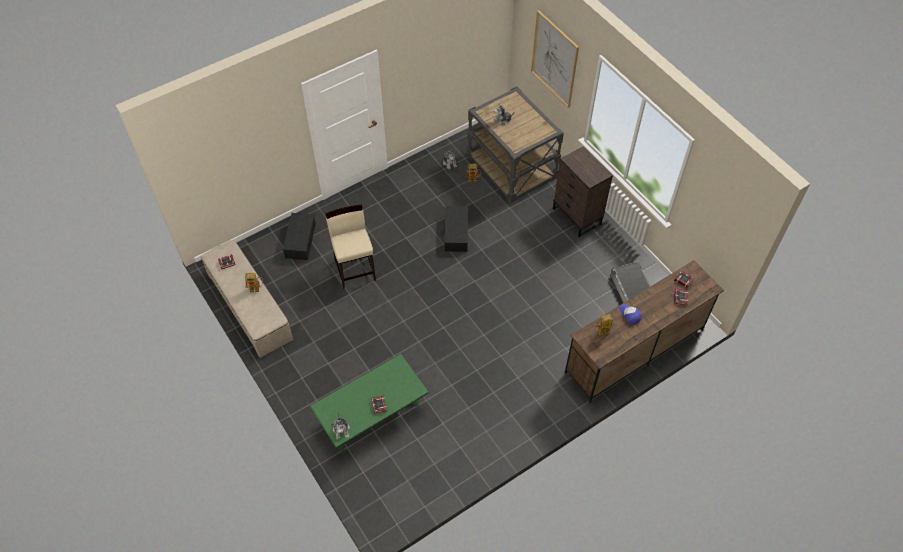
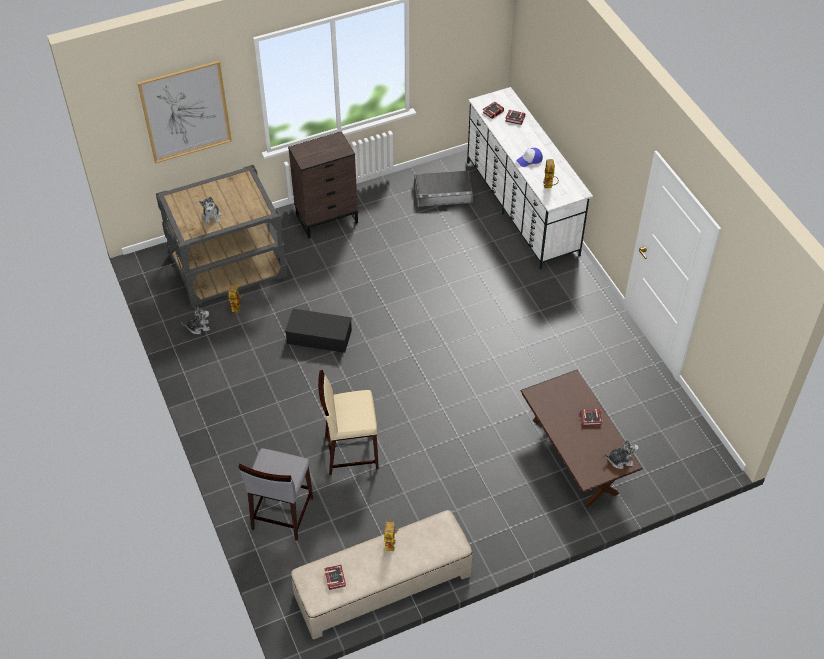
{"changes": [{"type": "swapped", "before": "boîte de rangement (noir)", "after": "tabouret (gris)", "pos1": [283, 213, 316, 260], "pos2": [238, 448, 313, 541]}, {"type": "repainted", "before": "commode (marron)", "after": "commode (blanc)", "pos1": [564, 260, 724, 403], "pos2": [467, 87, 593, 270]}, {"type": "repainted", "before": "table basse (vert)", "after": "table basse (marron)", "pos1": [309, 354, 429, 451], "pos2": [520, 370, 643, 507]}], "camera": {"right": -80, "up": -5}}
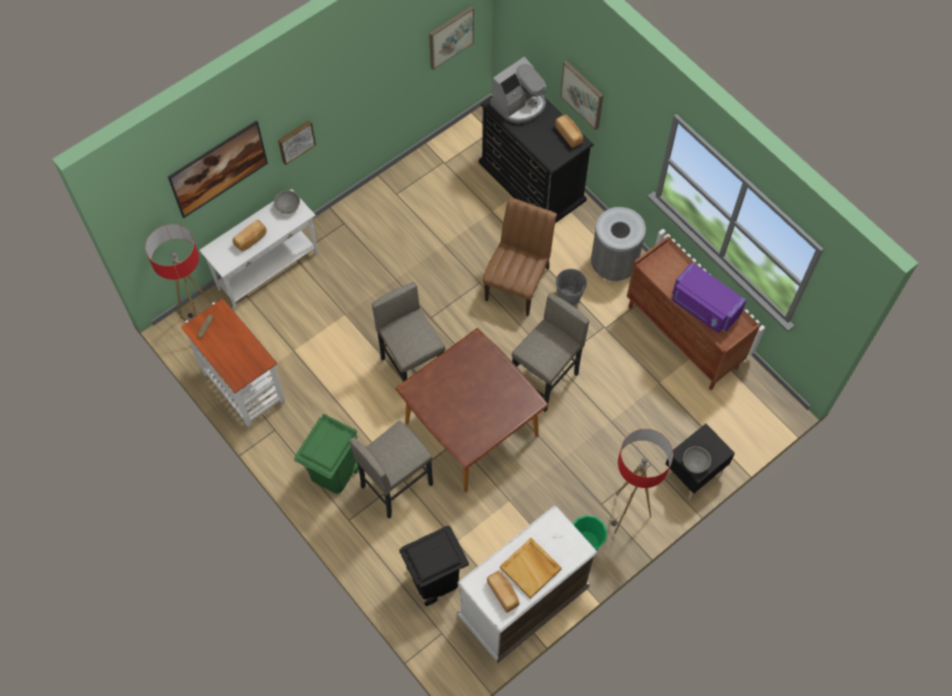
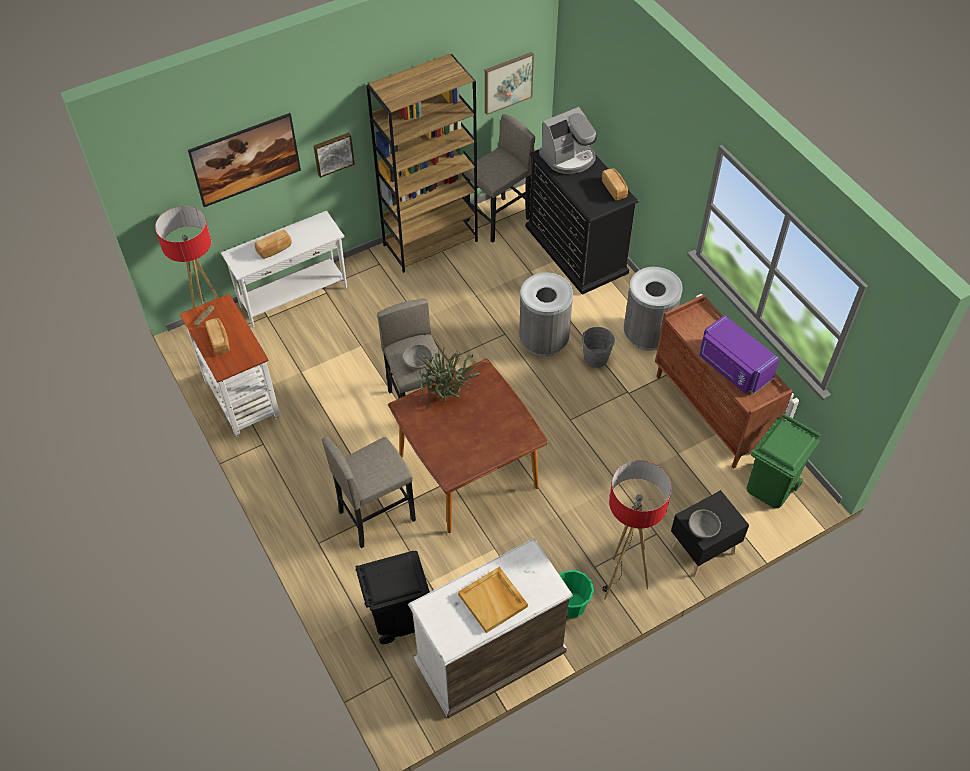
{"changes": [{"type": "gone", "before": "tableau", "pos1": [560, 61, 603, 130]}, {"type": "shifted", "before": "bol (gris)", "pos1": [274, 190, 300, 214], "pos2": [403, 344, 432, 370]}, {"type": "swapped", "before": "chaise (marron)", "after": "poubelle (gris)", "pos1": [483, 197, 557, 316], "pos2": [519, 272, 573, 357]}, {"type": "shifted", "before": "tabouret (gris)", "pos1": [512, 293, 589, 412], "pos2": [464, 114, 535, 243]}, {"type": "shifted", "before": "poubelle (vert)", "pos1": [294, 414, 359, 494], "pos2": [747, 414, 820, 509]}, {"type": "shifted", "before": "pain", "pos1": [487, 571, 519, 613], "pos2": [205, 318, 230, 355]}, {"type": "new", "after": "bibliothèque (marron)", "pos2": [366, 54, 478, 273]}, {"type": "new", "after": "plante en pot", "pos2": [419, 349, 480, 402]}], "camera": {"right": 10, "up": -10}}
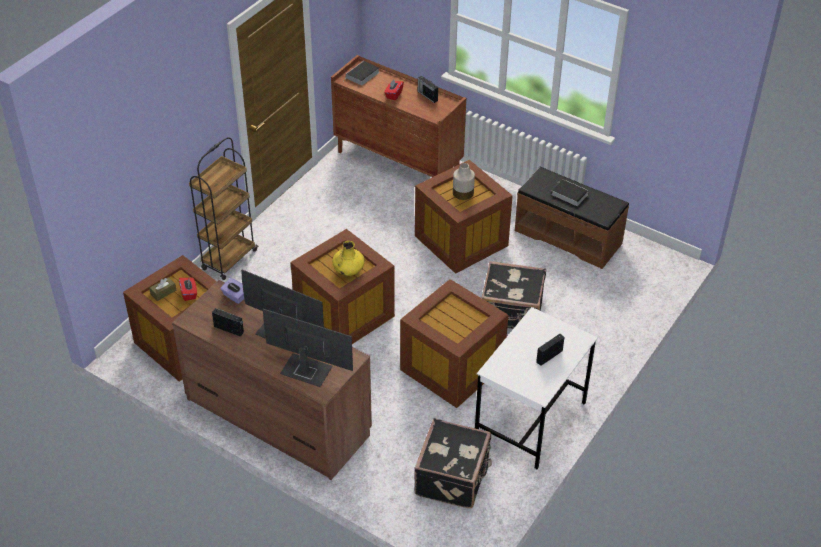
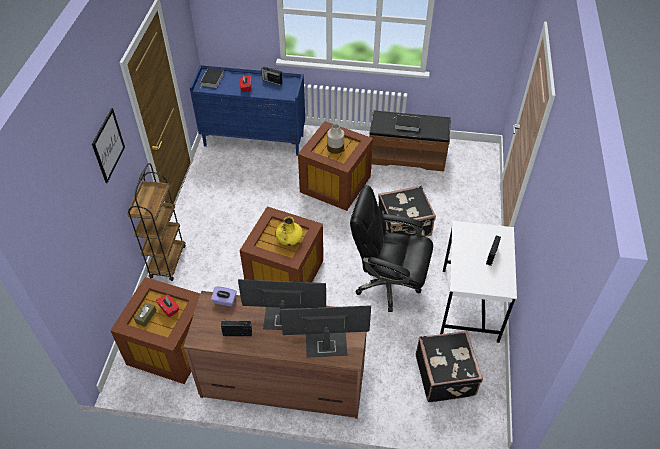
{"changes": [{"type": "repainted", "before": "meuble de rangement (marron)", "after": "meuble de rangement (bleu)", "pos1": [331, 55, 466, 177], "pos2": [190, 65, 305, 156]}, {"type": "swapped", "before": "boîte de rangement (marron)", "after": "chaise de bureau (noir)", "pos1": [400, 279, 508, 408], "pos2": [350, 185, 433, 312]}, {"type": "new", "after": "tableau", "pos2": [92, 108, 125, 183]}], "camera": {"right": -25, "up": 5}}
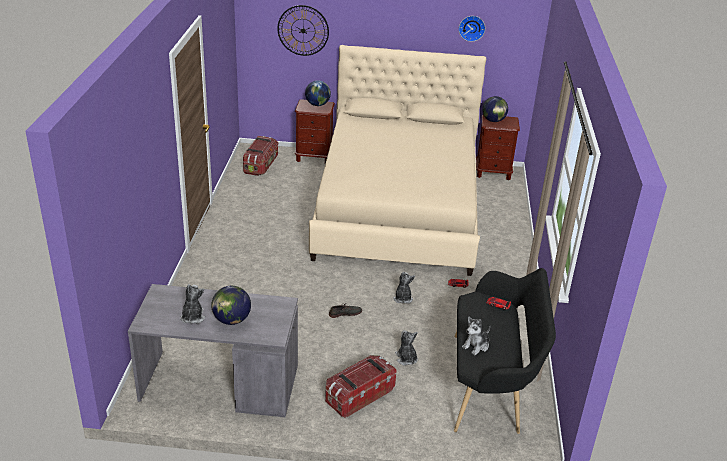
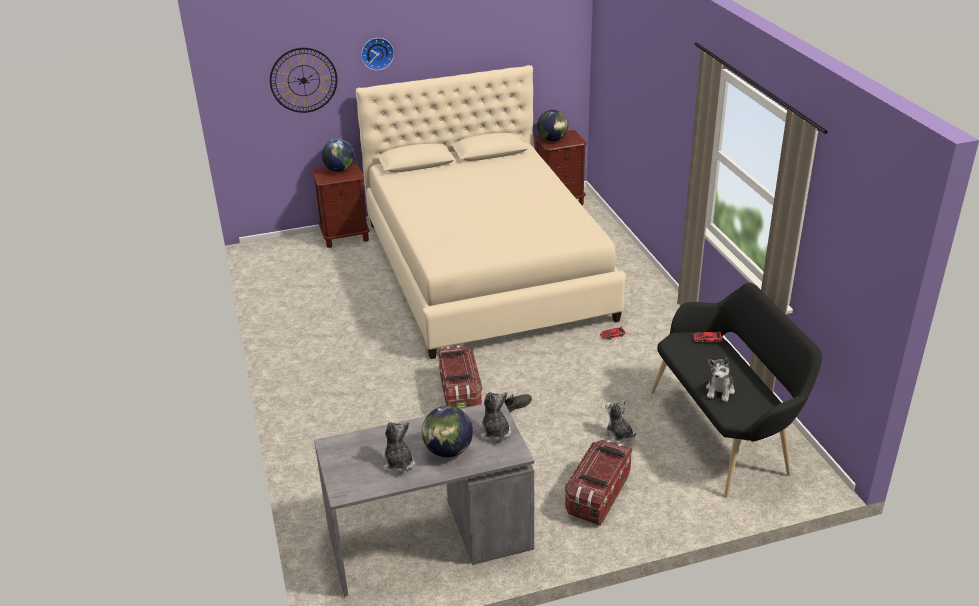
{"changes": [{"type": "shifted", "before": "horloge murale", "pos1": [459, 16, 485, 42], "pos2": [361, 38, 394, 71]}, {"type": "shifted", "before": "boîte de rangement", "pos1": [243, 136, 278, 176], "pos2": [438, 346, 482, 409]}, {"type": "shifted", "before": "peluche", "pos1": [393, 271, 415, 304], "pos2": [479, 391, 511, 442]}], "camera": {"right": -20, "up": 0}}
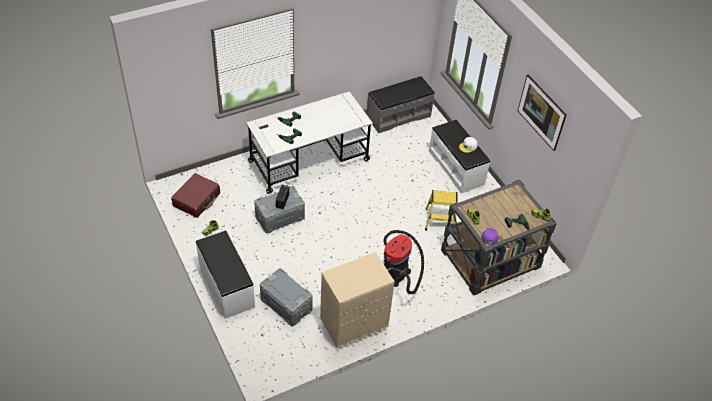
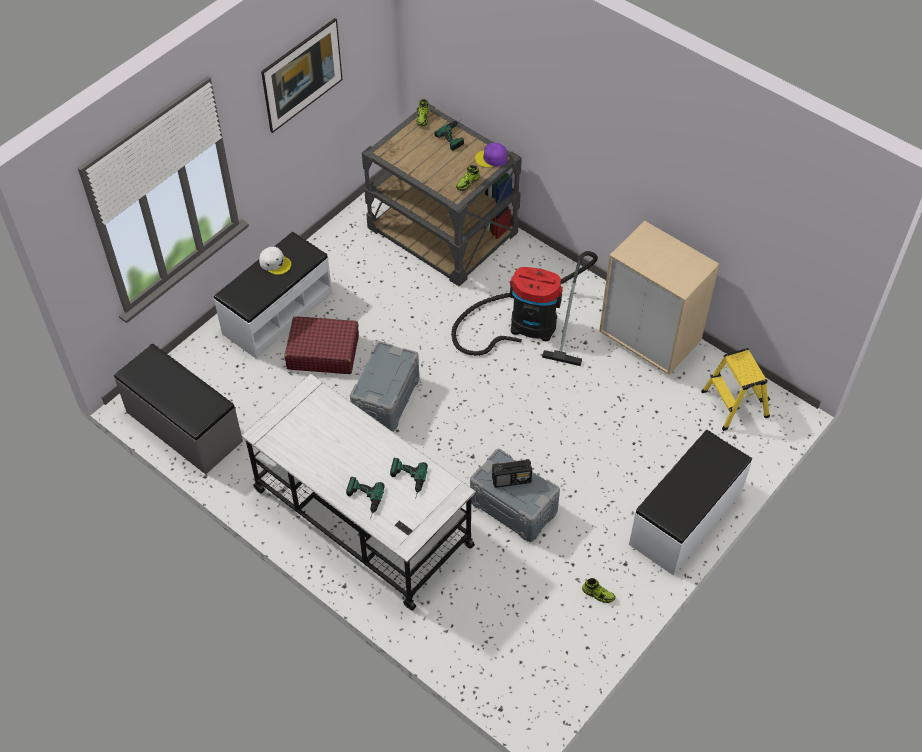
{"changes": [{"type": "shifted", "before": "valise (rouge)", "pos1": [171, 173, 220, 218], "pos2": [284, 316, 359, 374]}, {"type": "shifted", "before": "escabeau (jaune)", "pos1": [425, 190, 458, 231], "pos2": [701, 348, 770, 431]}, {"type": "shifted", "before": "boîte de rangement (gris)", "pos1": [260, 268, 313, 326], "pos2": [350, 341, 419, 432]}], "camera": {"right": -110, "up": 5}}
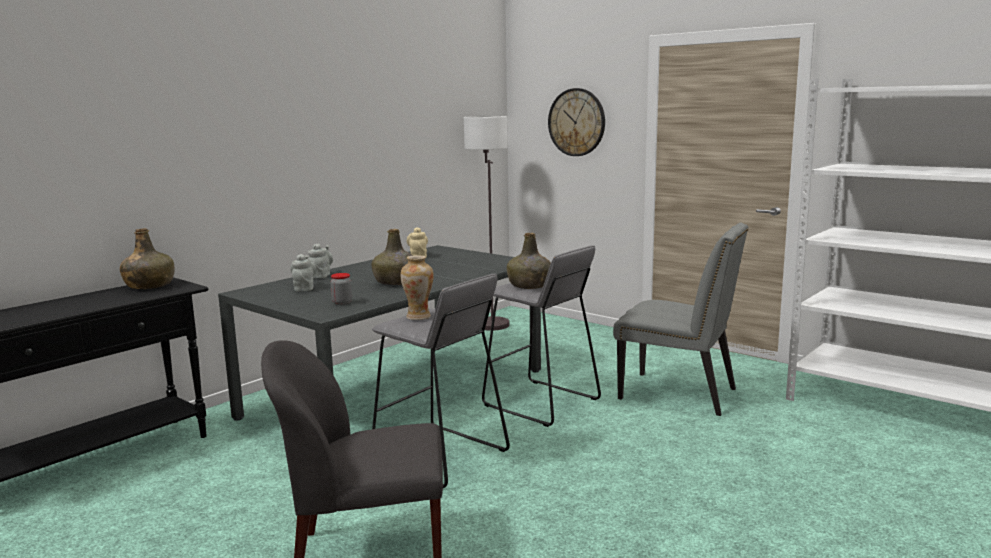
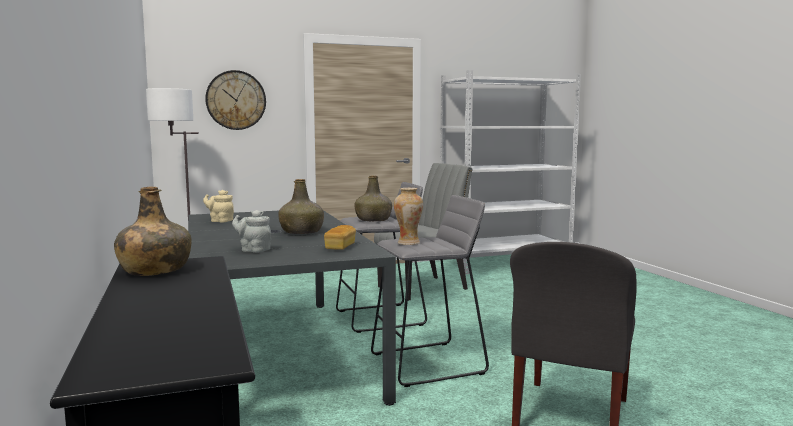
{"changes": [{"type": "gone", "before": "théière (gris)", "pos1": [308, 244, 333, 278]}, {"type": "swapped", "before": "bocal", "after": "pain", "pos1": [330, 273, 352, 305], "pos2": [324, 225, 356, 250]}], "camera": {"right": -60, "up": -5}}
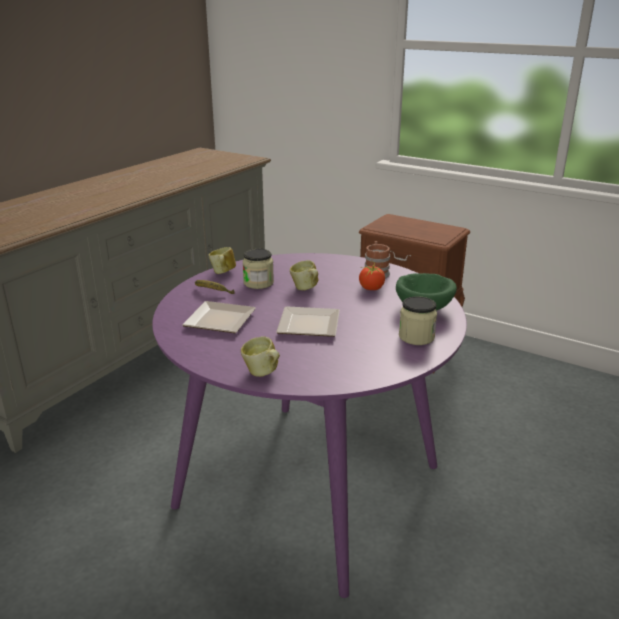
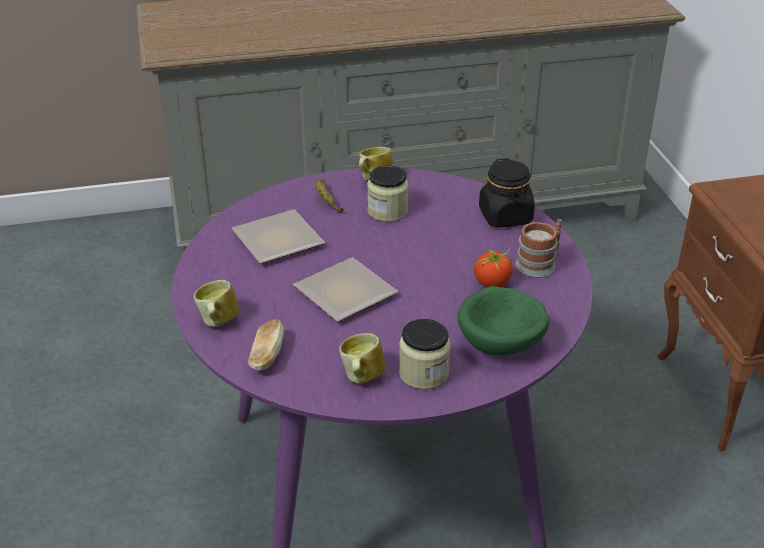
{"changes": [{"type": "shifted", "before": "mug", "pos1": [290, 260, 318, 290], "pos2": [339, 333, 385, 383]}, {"type": "new", "after": "bocal (noir)", "pos2": [479, 158, 535, 227]}, {"type": "new", "after": "pain", "pos2": [248, 319, 284, 371]}], "camera": {"right": 45, "up": 10}}
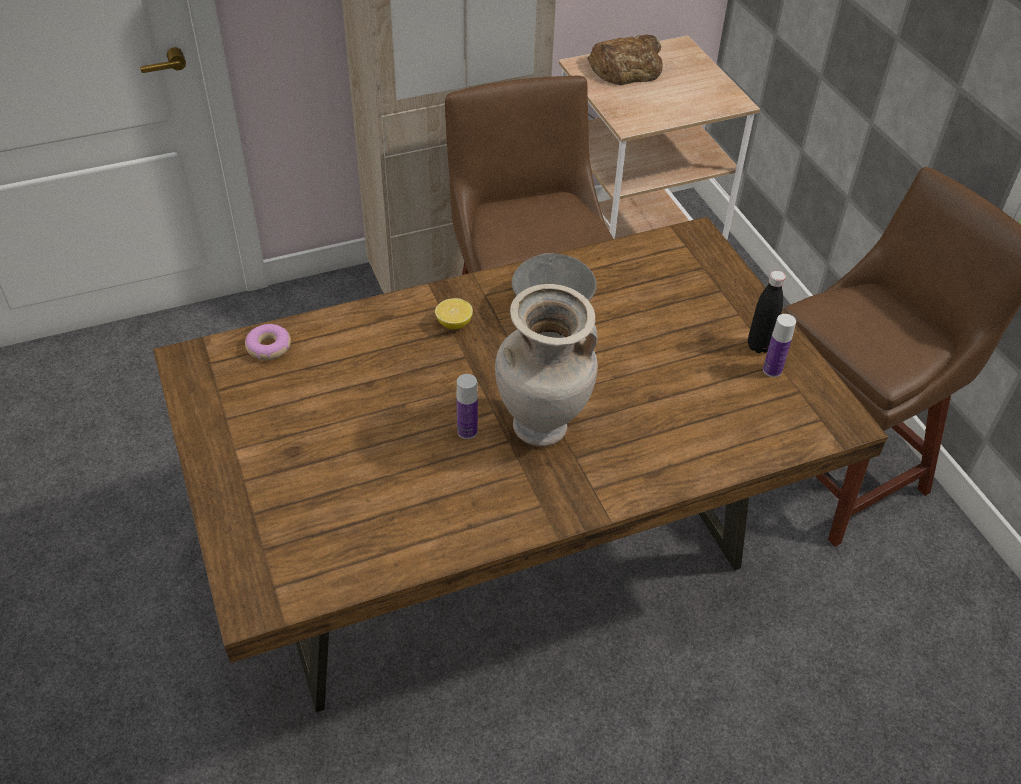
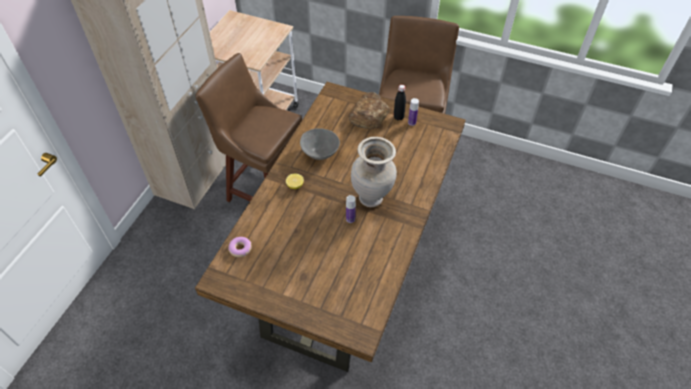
{"changes": [{"type": "shifted", "before": "pain", "pos1": [588, 35, 663, 85], "pos2": [349, 92, 390, 129]}], "camera": {"right": -45, "up": 5}}
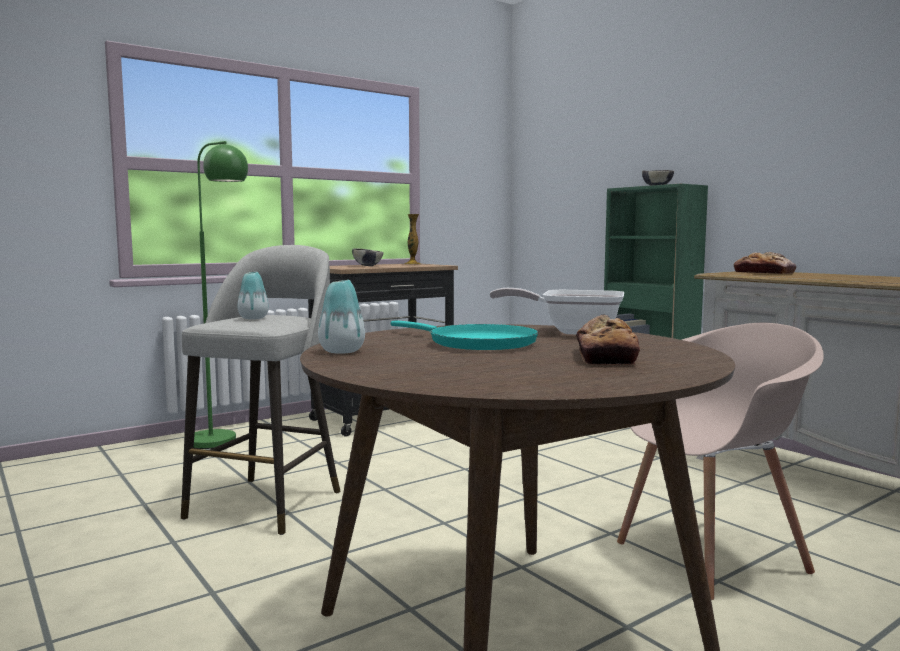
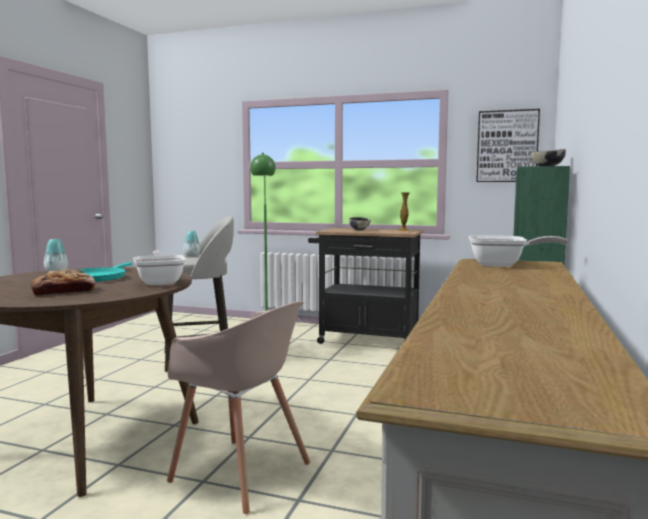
{"changes": [{"type": "swapped", "before": "pain", "after": "poêle", "pos1": [733, 252, 796, 274], "pos2": [468, 235, 568, 267]}, {"type": "new", "after": "tableau", "pos2": [476, 109, 540, 182]}], "camera": {"right": 55, "up": 0}}
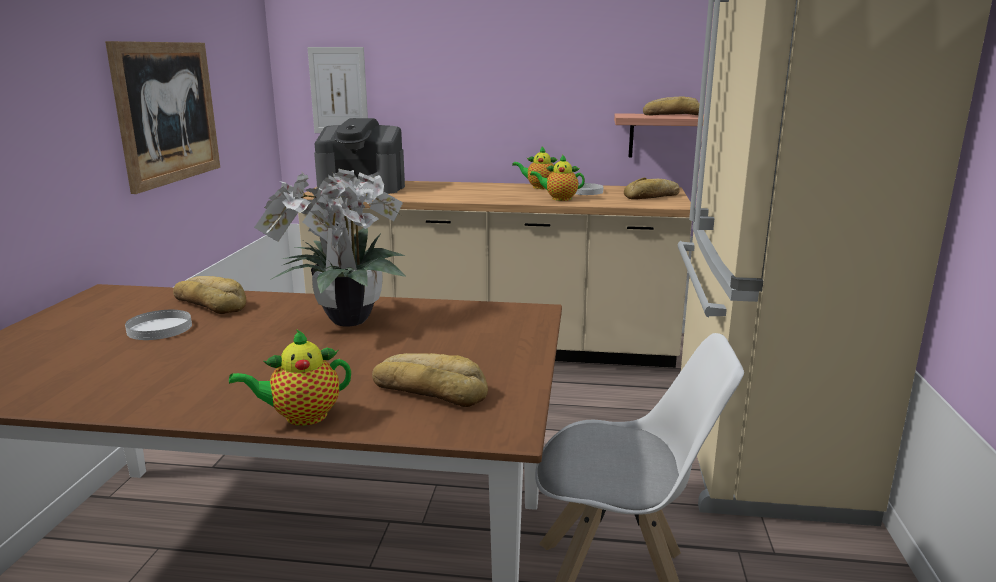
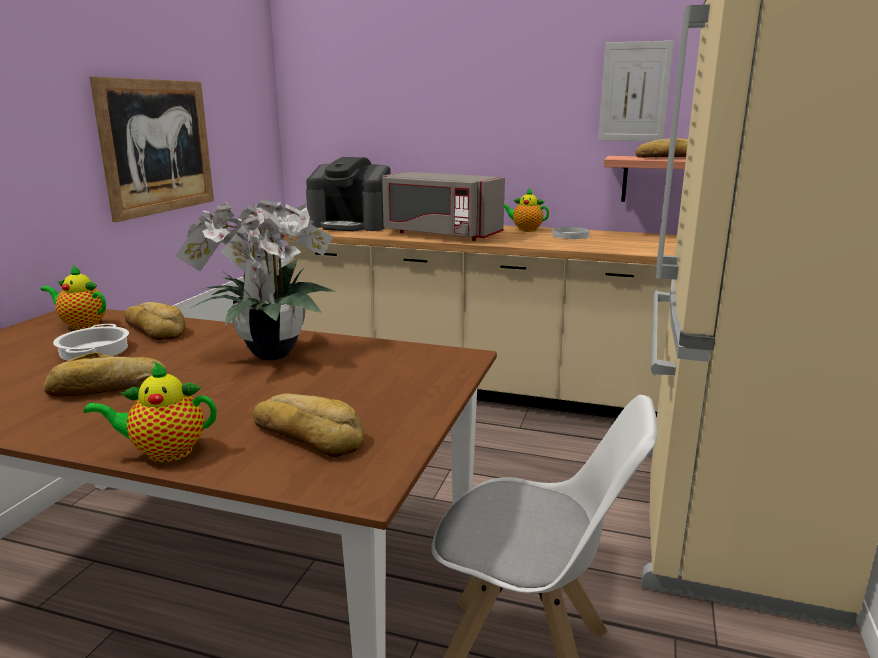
{"changes": [{"type": "shifted", "before": "tableau", "pos1": [307, 47, 368, 133], "pos2": [598, 41, 674, 141]}, {"type": "shifted", "before": "théière", "pos1": [530, 154, 585, 201], "pos2": [41, 265, 106, 330]}, {"type": "shifted", "before": "pain", "pos1": [624, 178, 680, 200], "pos2": [44, 352, 167, 397]}, {"type": "swapped", "before": "assiette (blanc)", "after": "marmite", "pos1": [125, 310, 192, 340], "pos2": [53, 324, 129, 361]}, {"type": "new", "after": "micro-ondes (gris)", "pos2": [382, 172, 505, 241]}], "camera": {"right": 10, "up": 0}}
